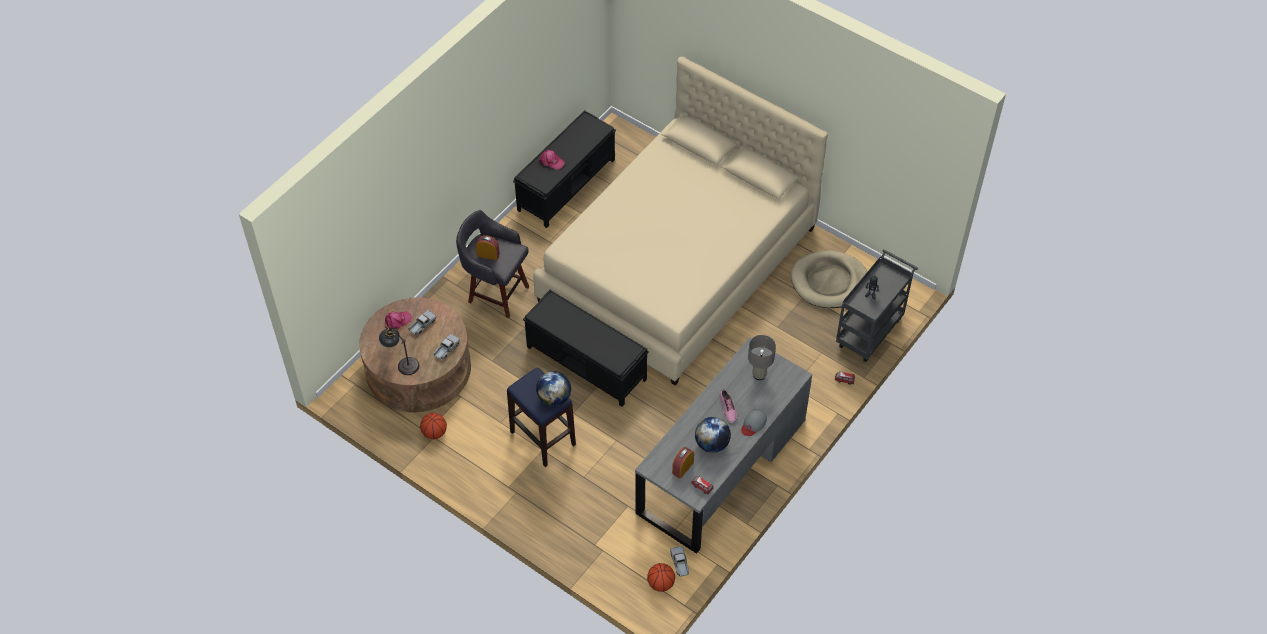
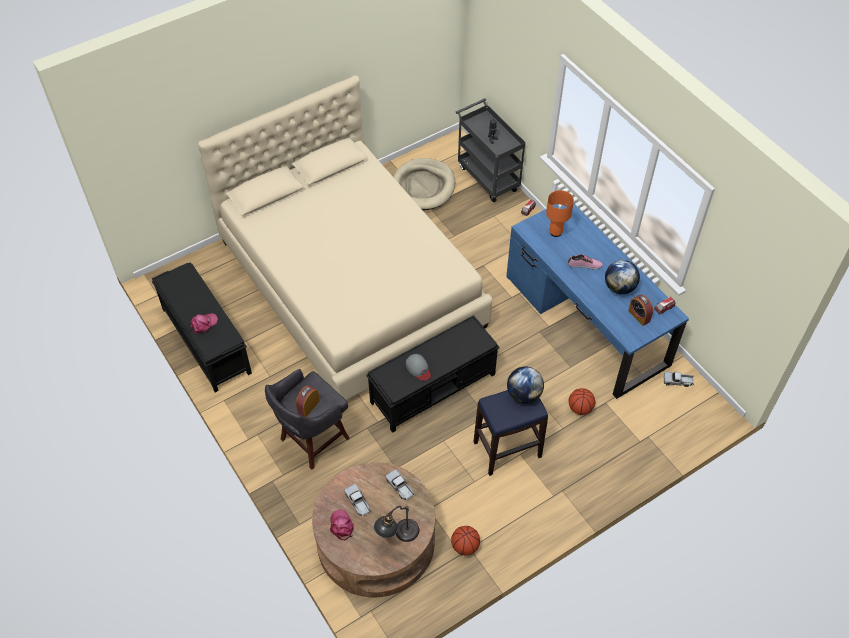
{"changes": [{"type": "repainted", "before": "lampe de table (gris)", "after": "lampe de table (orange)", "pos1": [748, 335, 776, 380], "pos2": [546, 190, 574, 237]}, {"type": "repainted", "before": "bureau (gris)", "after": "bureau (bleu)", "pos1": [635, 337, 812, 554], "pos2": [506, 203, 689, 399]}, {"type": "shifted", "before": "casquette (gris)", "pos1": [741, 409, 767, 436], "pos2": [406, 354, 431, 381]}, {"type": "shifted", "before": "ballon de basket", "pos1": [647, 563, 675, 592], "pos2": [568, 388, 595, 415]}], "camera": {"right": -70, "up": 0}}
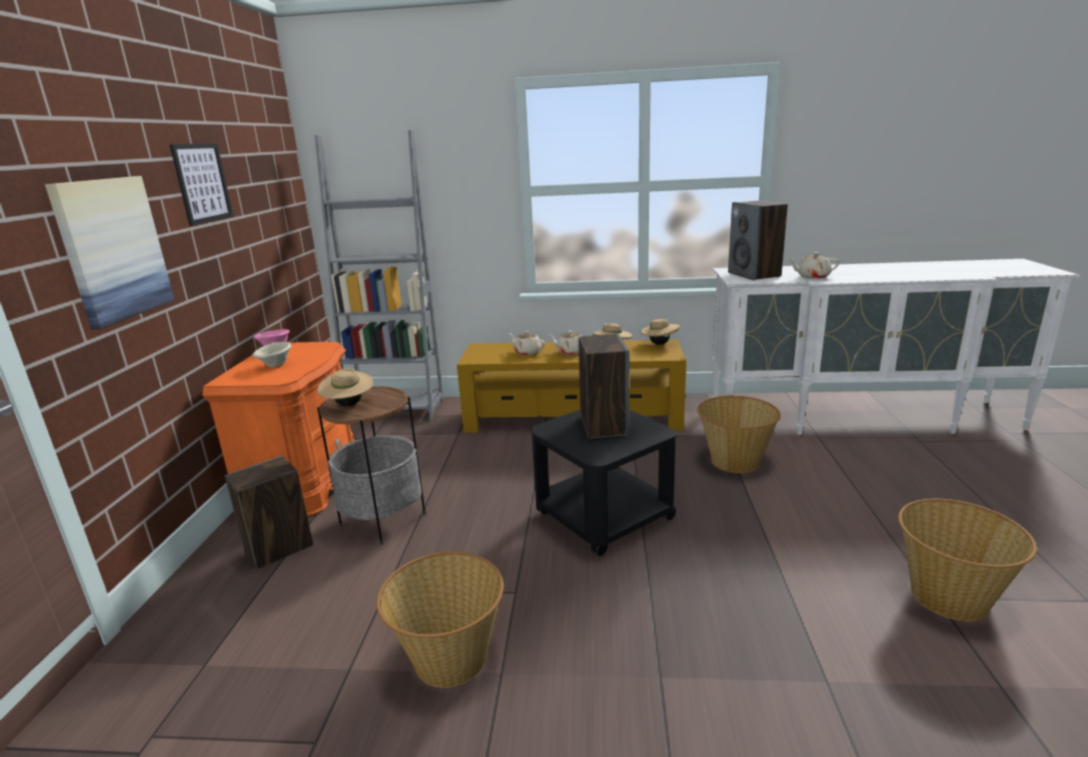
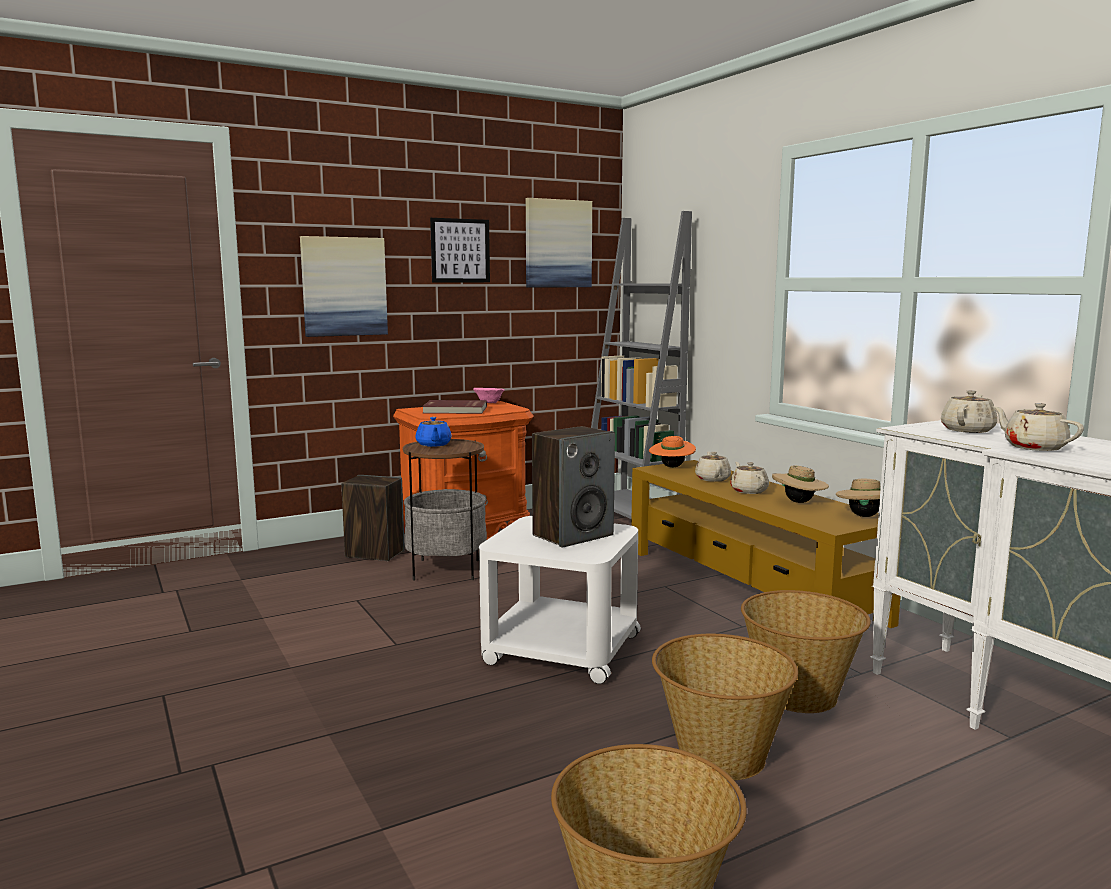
{"changes": [{"type": "swapped", "before": "enceinte", "after": "théière (beige)", "pos1": [728, 200, 788, 280], "pos2": [941, 390, 997, 433]}, {"type": "swapped", "before": "bol (beige)", "after": "livre (rouge)", "pos1": [252, 342, 291, 367], "pos2": [422, 400, 487, 414]}, {"type": "swapped", "before": "chapeau (beige)", "after": "théière (bleu)", "pos1": [317, 369, 373, 406], "pos2": [415, 417, 452, 447]}, {"type": "repainted", "before": "table d'appoint (noir)", "after": "table d'appoint (blanc)", "pos1": [531, 410, 676, 556], "pos2": [479, 516, 641, 684]}, {"type": "shifted", "before": "panier", "pos1": [376, 552, 504, 688], "pos2": [652, 634, 798, 780]}, {"type": "new", "after": "tableau", "pos2": [526, 198, 592, 288]}, {"type": "new", "after": "chapeau (orange)", "pos2": [649, 436, 696, 467]}], "camera": {"right": 55, "up": -10}}
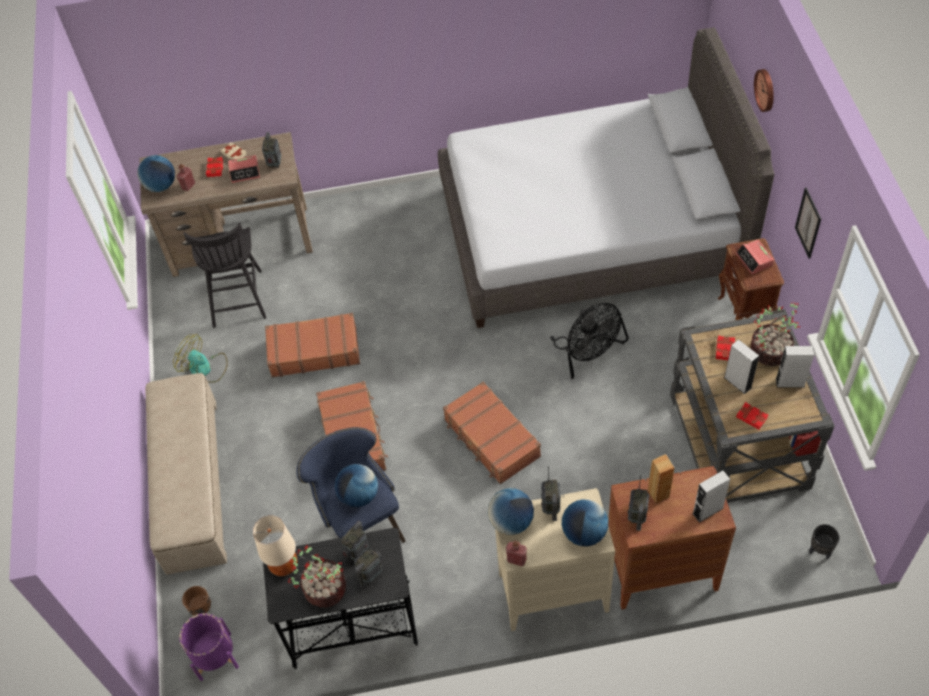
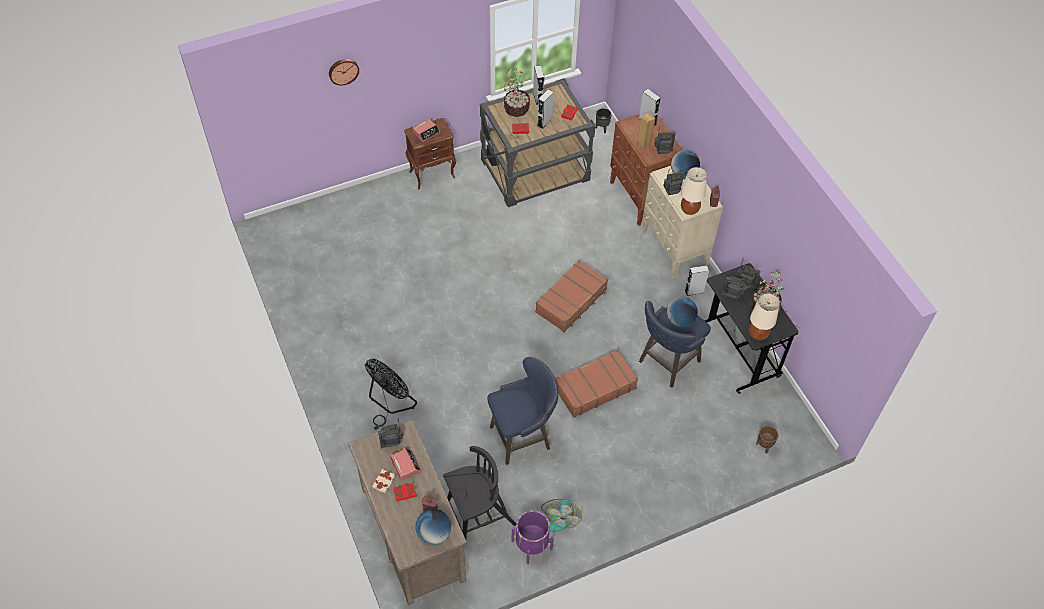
{"changes": [{"type": "gone", "before": "lit (gris)", "pos1": [438, 27, 775, 328]}, {"type": "gone", "before": "tableau", "pos1": [795, 188, 821, 259]}, {"type": "shifted", "before": "ventilateur (noir)", "pos1": [550, 303, 629, 379], "pos2": [365, 359, 417, 430]}, {"type": "swapped", "before": "valise (marron)", "after": "tabouret (bleu)", "pos1": [265, 313, 360, 377], "pos2": [487, 357, 558, 465]}, {"type": "gone", "before": "banc (beige)", "pos1": [145, 373, 227, 575]}, {"type": "swapped", "before": "globe", "after": "lampe de table (beige)", "pos1": [488, 488, 534, 535], "pos2": [681, 167, 707, 215]}, {"type": "shifted", "before": "cache-pot (violet)", "pos1": [179, 613, 239, 681], "pos2": [512, 510, 554, 564]}, {"type": "new", "after": "enceinte (gris)", "pos2": [685, 265, 709, 296]}], "camera": {"right": -110, "up": 0}}
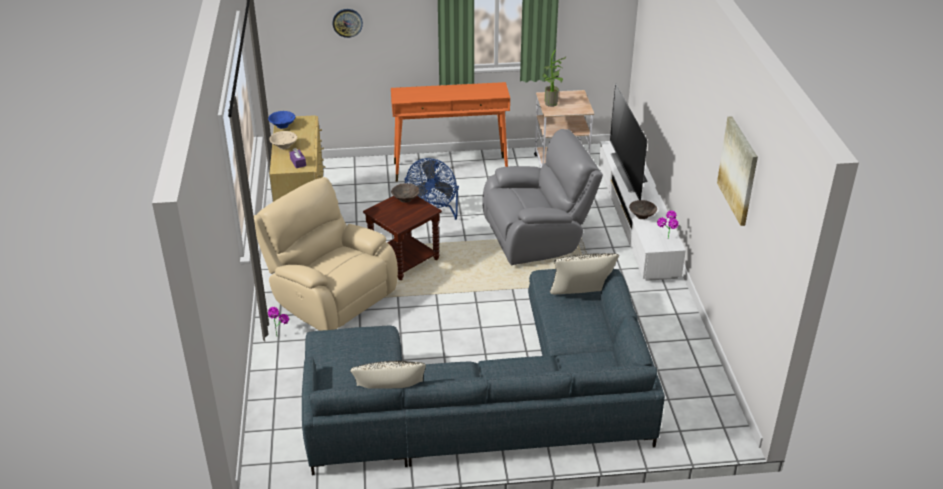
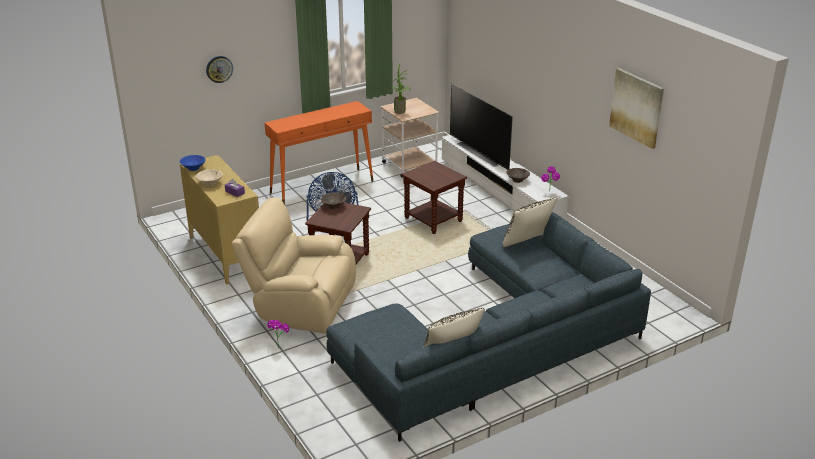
{"changes": [{"type": "swapped", "before": "fauteuil (gris)", "after": "table d'appoint (marron)", "pos1": [482, 129, 603, 265], "pos2": [401, 161, 467, 234]}], "camera": {"right": -25, "up": -5}}
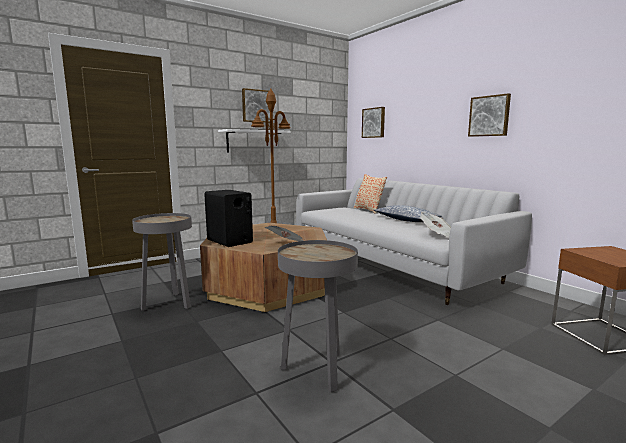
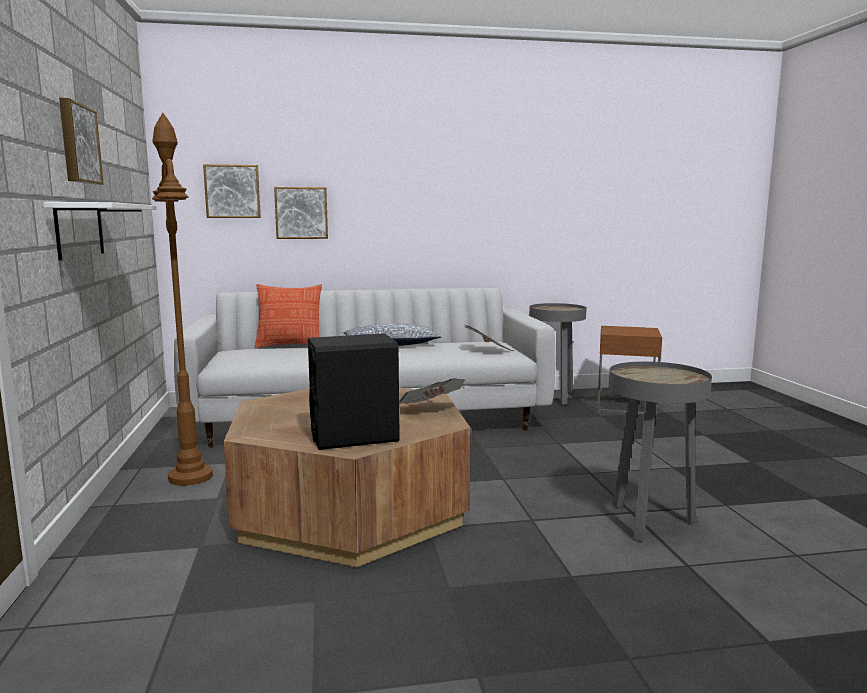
{"changes": [{"type": "shifted", "before": "tableau", "pos1": [468, 93, 511, 137], "pos2": [274, 187, 328, 239]}, {"type": "repainted", "before": "coussin (beige)", "after": "coussin (orange)", "pos1": [354, 174, 387, 214], "pos2": [255, 284, 322, 348]}, {"type": "shifted", "before": "table d'appoint (gris)", "pos1": [132, 213, 192, 311], "pos2": [529, 303, 586, 405]}], "camera": {"right": -65, "up": 0}}
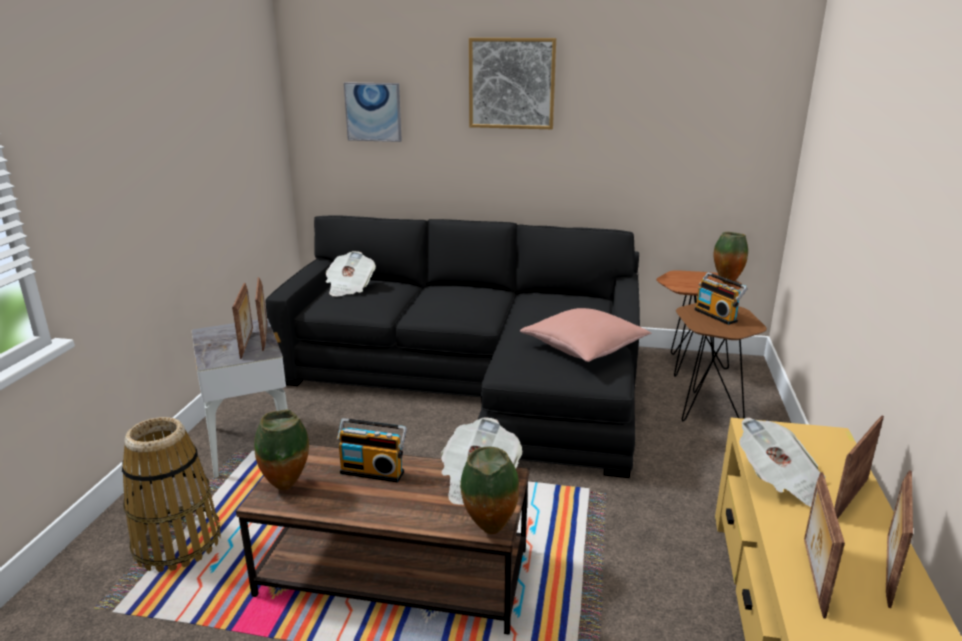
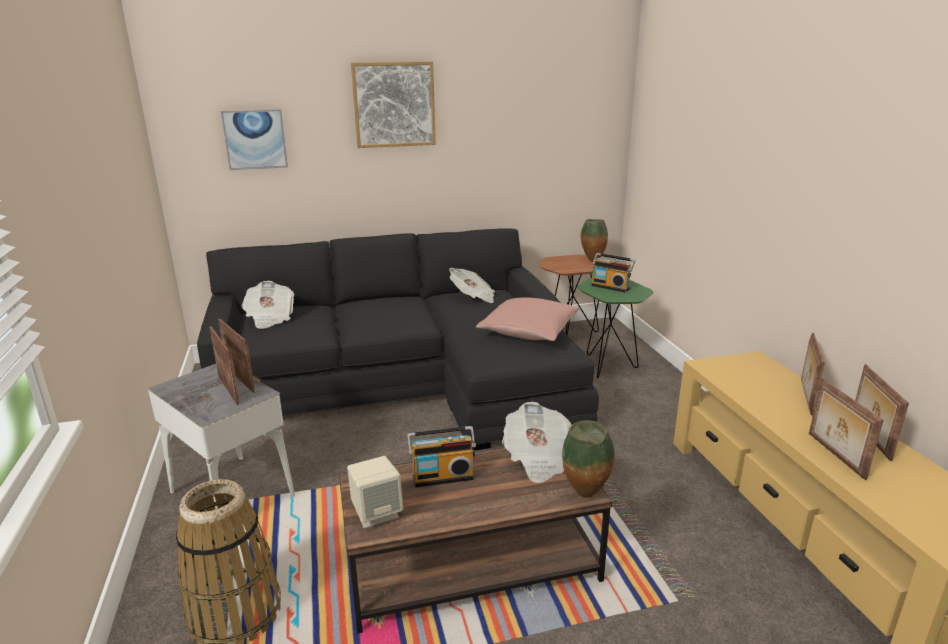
{"changes": [{"type": "repainted", "before": "table d'appoint (marron)", "after": "table d'appoint (vert)", "pos1": [676, 303, 767, 421], "pos2": [577, 278, 654, 379]}, {"type": "swapped", "before": "vase", "after": "enceinte (beige)", "pos1": [254, 410, 309, 490], "pos2": [347, 456, 403, 528]}, {"type": "shifted", "before": "journal", "pos1": [739, 417, 826, 507], "pos2": [449, 268, 495, 303]}], "camera": {"right": -25, "up": 0}}
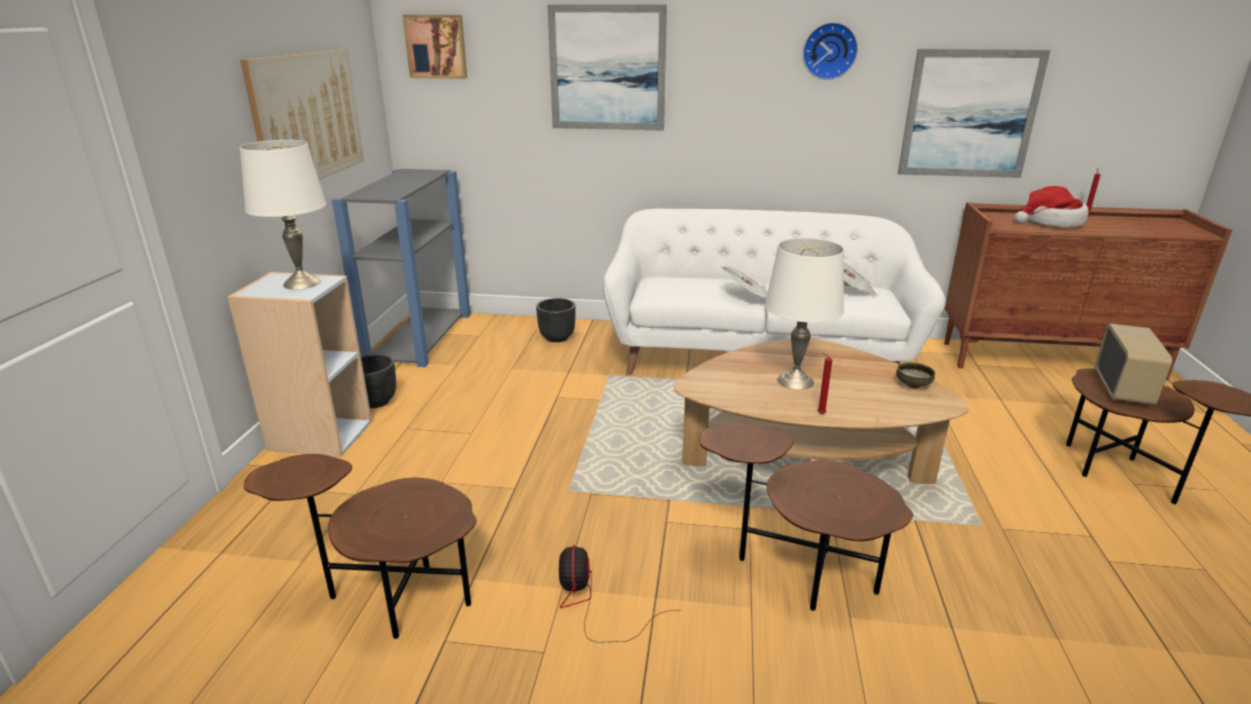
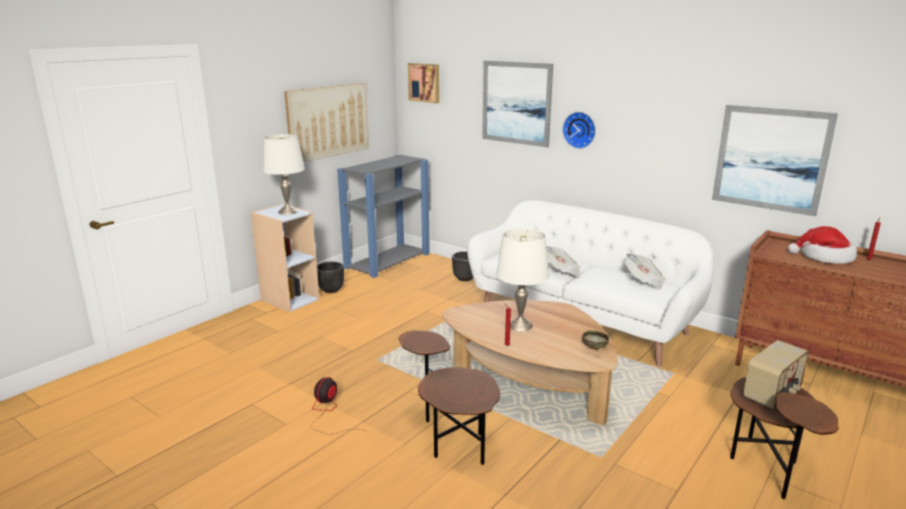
{"changes": [{"type": "shifted", "before": "horloge murale", "pos1": [803, 22, 858, 80], "pos2": [562, 112, 596, 149]}, {"type": "gone", "before": "table d'appoint (marron)", "pos1": [244, 454, 477, 639]}], "camera": {"right": 30, "up": -5}}
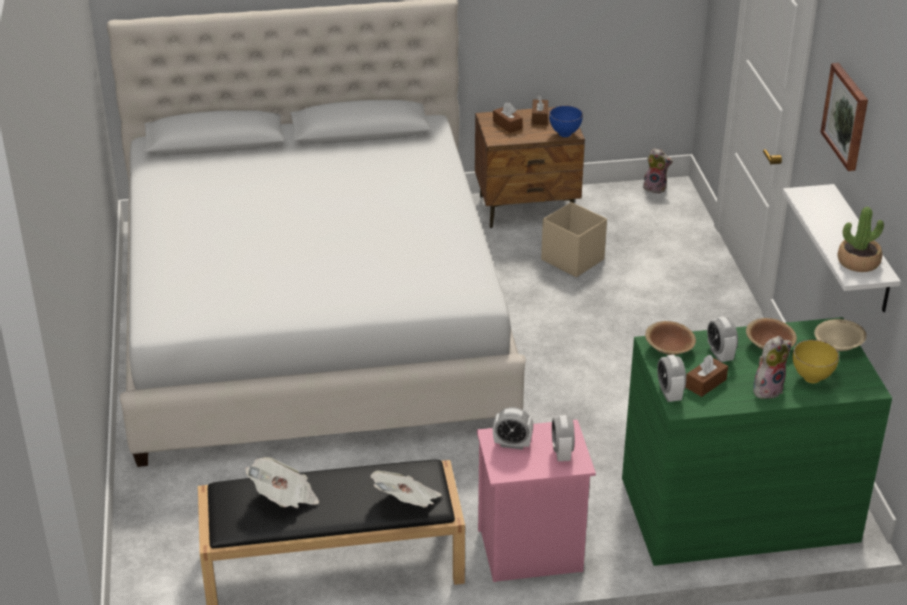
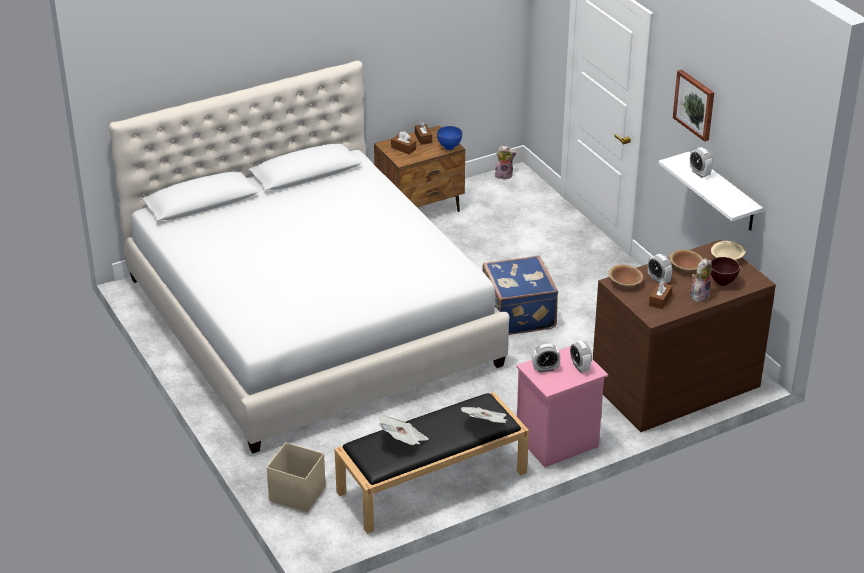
{"changes": [{"type": "shifted", "before": "boîte de rangement (beige)", "pos1": [541, 202, 607, 277], "pos2": [266, 442, 326, 512]}, {"type": "gone", "before": "plante en pot", "pos1": [838, 207, 884, 272]}, {"type": "repainted", "before": "commode (vert)", "after": "commode (marron)", "pos1": [622, 317, 892, 566], "pos2": [593, 240, 776, 432]}, {"type": "repainted", "before": "bol (jaune)", "after": "bol (marron)", "pos1": [793, 340, 839, 383], "pos2": [711, 257, 740, 286]}, {"type": "shifted", "before": "réveil", "pos1": [657, 355, 686, 402], "pos2": [690, 147, 713, 178]}, {"type": "new", "after": "valise (bleu)", "pos2": [482, 255, 558, 335]}], "camera": {"right": -20, "up": 0}}
